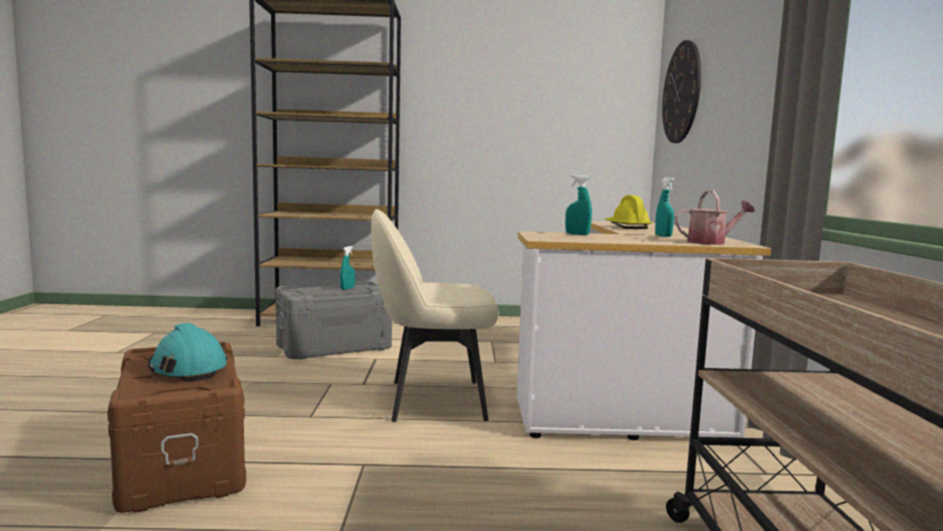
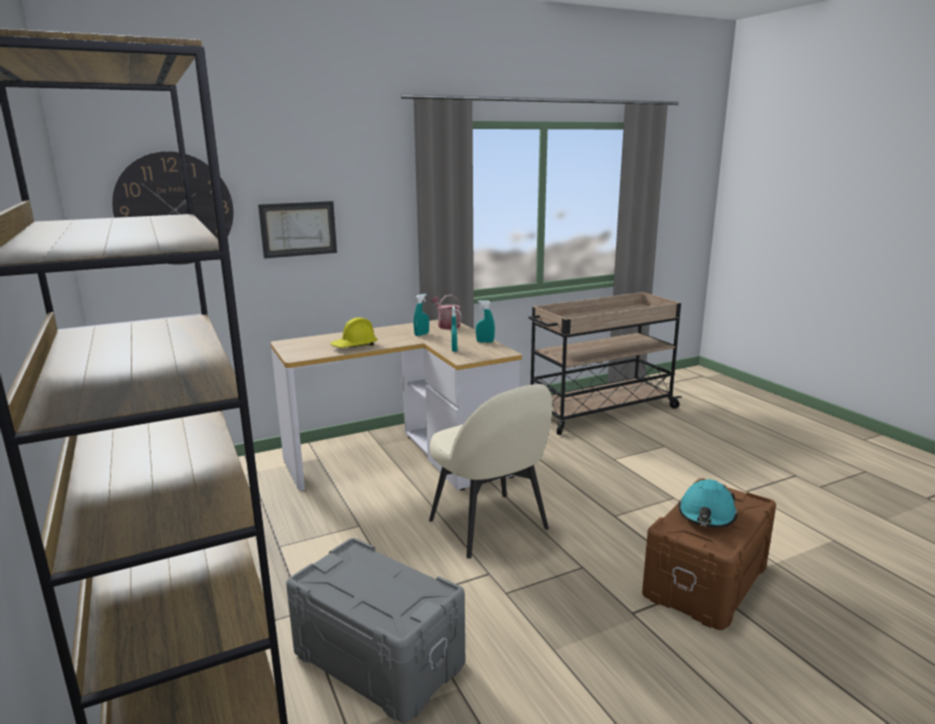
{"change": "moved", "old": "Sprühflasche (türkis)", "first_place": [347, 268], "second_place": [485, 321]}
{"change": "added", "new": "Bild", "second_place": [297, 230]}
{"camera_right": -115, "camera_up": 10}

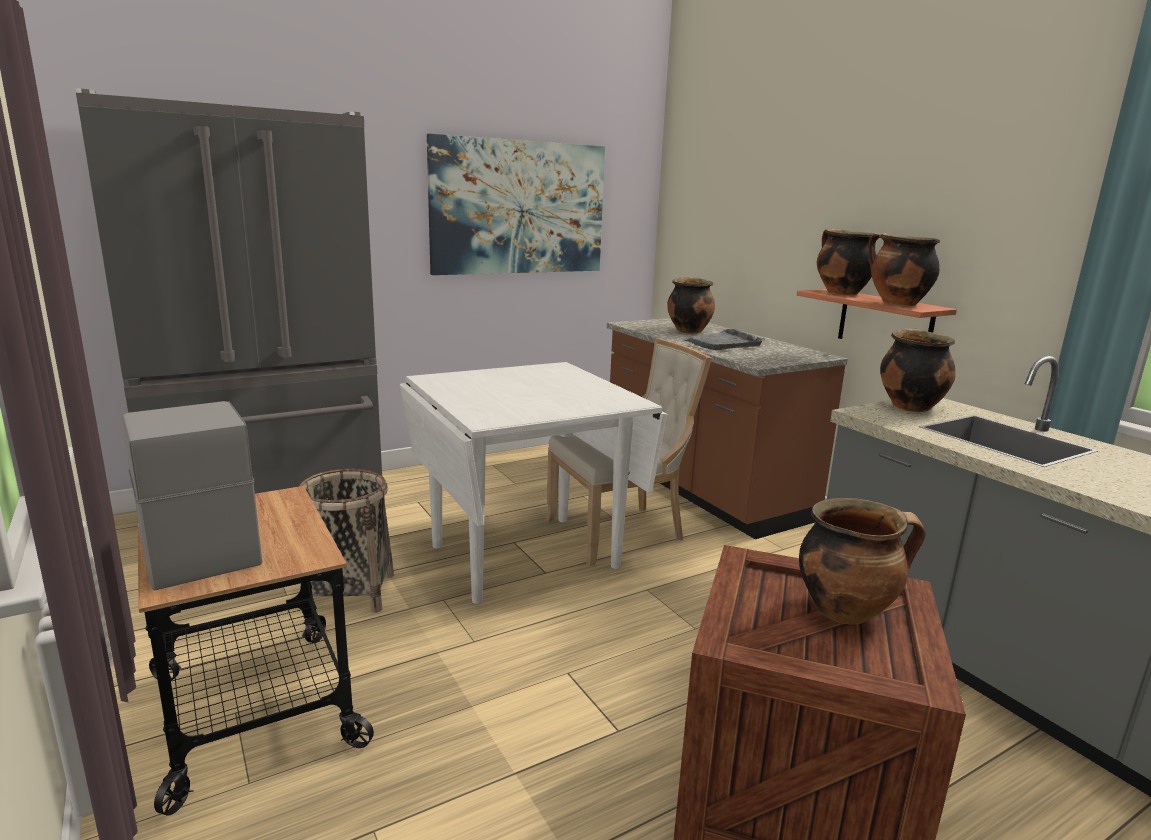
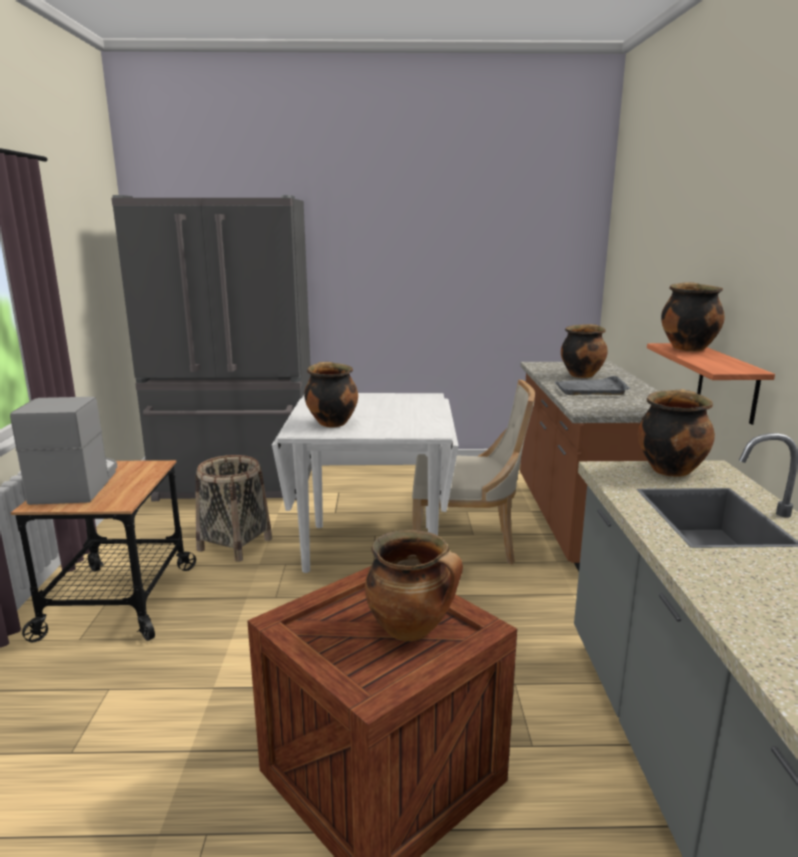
{"change": "removed", "old": "Bild", "first_place": [516, 204]}
{"change": "moved", "old": "Kochtopf", "first_place": [904, 269], "second_place": [331, 394]}
{"camera_right": 30, "camera_up": 0}

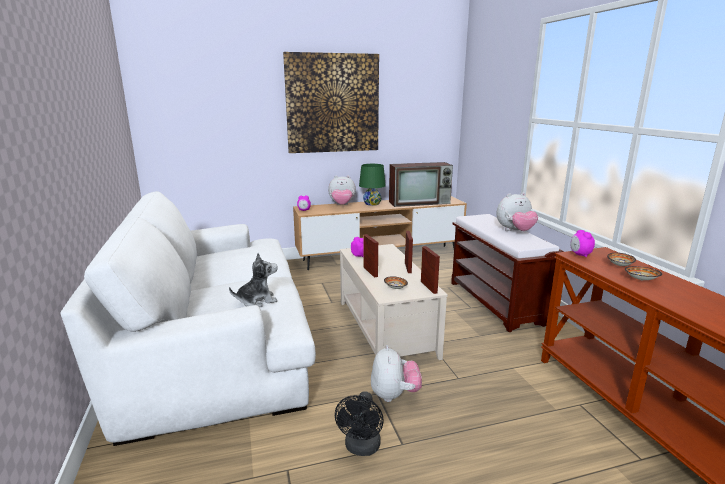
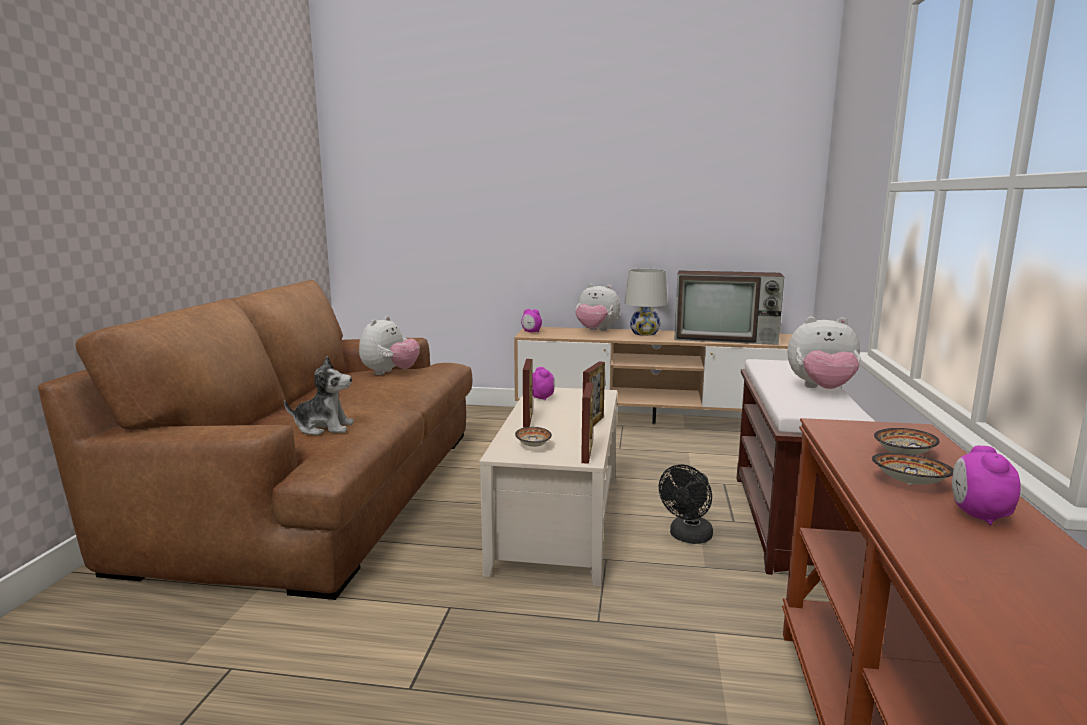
{"change": "removed", "old": "Bild", "first_place": [331, 102]}
{"change": "recoloured", "old": "Tischlampe (grün)", "new": "Tischlampe (weiß)", "first_place": [372, 185], "second_place": [646, 302]}
{"change": "recoloured", "old": "Sofa (weiß)", "new": "Sofa (braun)", "first_place": [188, 318], "second_place": [255, 440]}
{"change": "moved", "old": "Wecker", "first_place": [582, 243], "second_place": [986, 485]}
{"change": "moved", "old": "Plüschtier", "first_place": [396, 373], "second_place": [389, 345]}
{"change": "moved", "old": "Ventilator (schwarz)", "first_place": [359, 423], "second_place": [686, 504]}
{"camera_right": 25, "camera_up": -5}

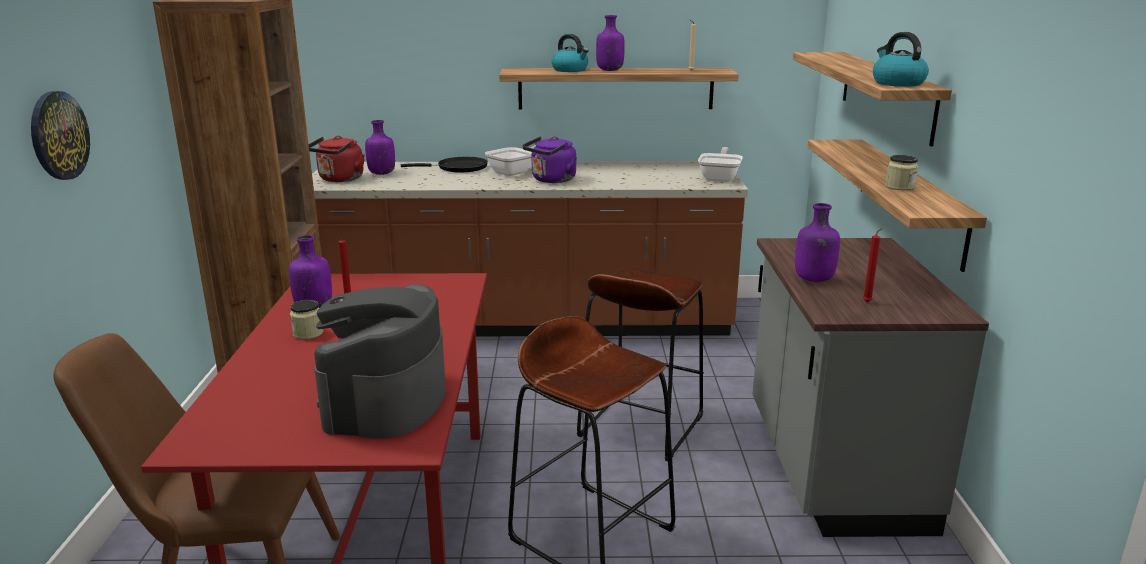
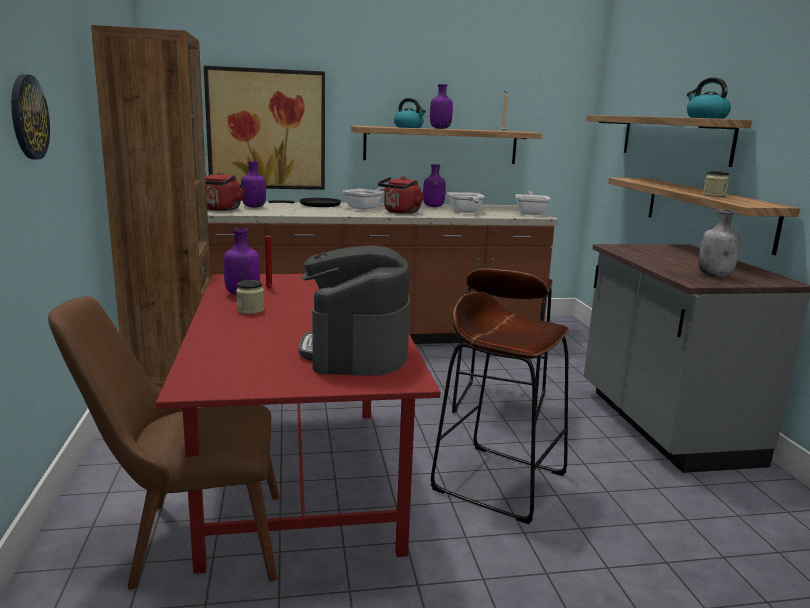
{"change": "recoloured", "old": "Wasserkessel (lila)", "new": "Wasserkessel (rot)", "first_place": [549, 159], "second_place": [401, 195]}
{"change": "moved", "old": "Flasche (lila)", "first_place": [817, 242], "second_place": [434, 185]}
{"change": "replaced", "old": "Kerze (rot)", "new": "Flasche (grau)", "first_place": [873, 265], "second_place": [719, 243]}
{"change": "added", "new": "Bild", "second_place": [264, 128]}
{"change": "added", "new": "Pfanne", "second_place": [466, 202]}
{"camera_right": -10, "camera_up": -5}

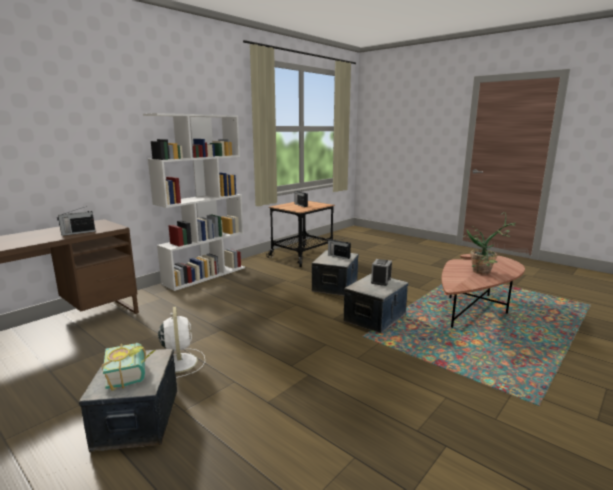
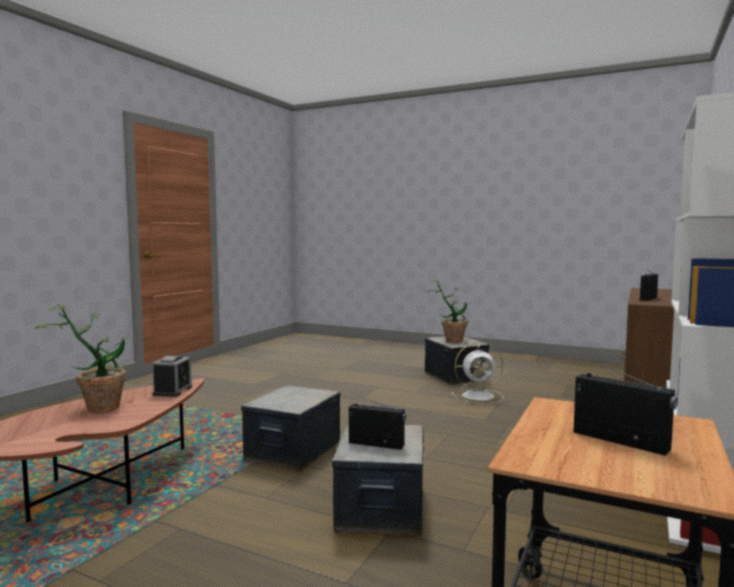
{"change": "moved", "old": "Wecker", "first_place": [381, 272], "second_place": [172, 376]}
{"change": "turned", "old": "Ventilator (weiß)", "first_place": [181, 342], "second_place": [477, 372], "degrees": -60}
{"change": "replaced", "old": "Buch", "new": "Topfpflanze", "first_place": [128, 367], "second_place": [449, 311]}
{"camera_right": 165, "camera_up": -10}

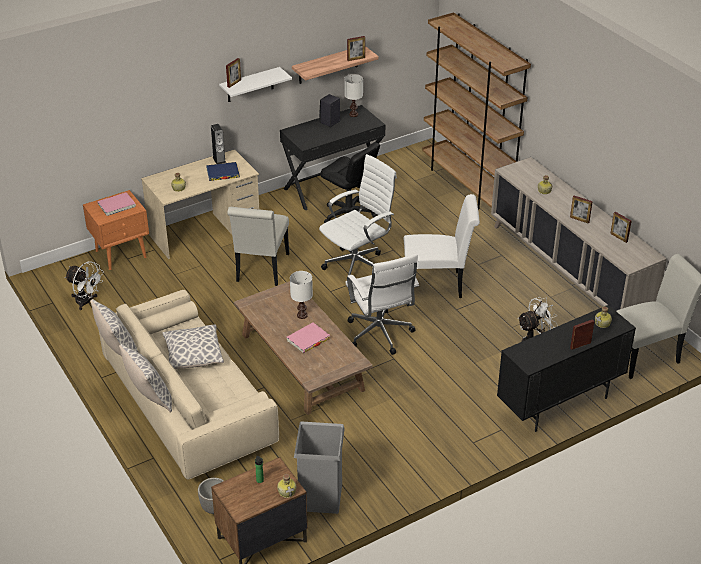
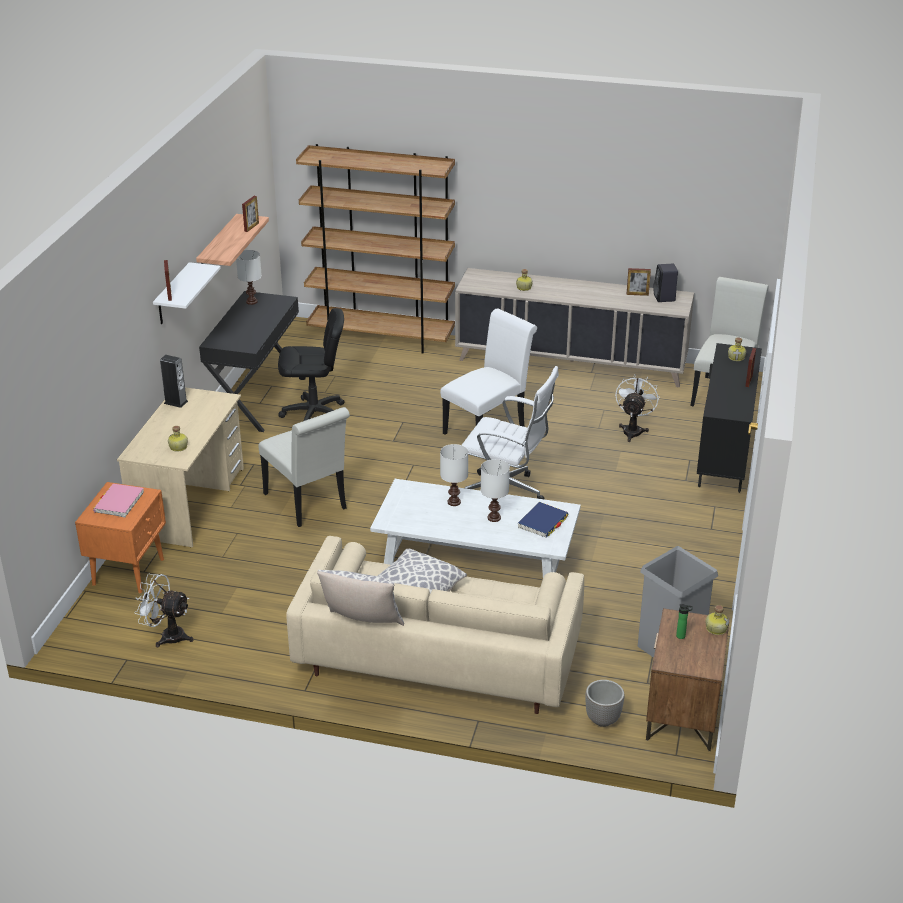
{"change": "moved", "old": "Lautsprecher (schwarz)", "first_place": [329, 110], "second_place": [665, 283]}
{"change": "removed", "old": "Bürostuhl (weiß)", "first_place": [358, 214]}
{"change": "moved", "old": "Buch (blau)", "first_place": [223, 171], "second_place": [543, 520]}
{"change": "removed", "old": "Bilderrahmen", "first_place": [581, 209]}
{"change": "turned", "old": "Ventilator (weiß)", "first_place": [84, 285], "second_place": [163, 610], "degrees": -150}
{"change": "recoloured", "old": "Couchtisch (braun)", "new": "Couchtisch (weiß)", "first_place": [303, 348], "second_place": [475, 528]}
{"change": "replaced", "old": "Buch (rosa)", "new": "Tischlampe (weiß)", "first_place": [308, 337], "second_place": [495, 490]}
{"change": "removed", "old": "Kissen", "first_place": [145, 378]}
{"camera_right": -45, "camera_up": -5}

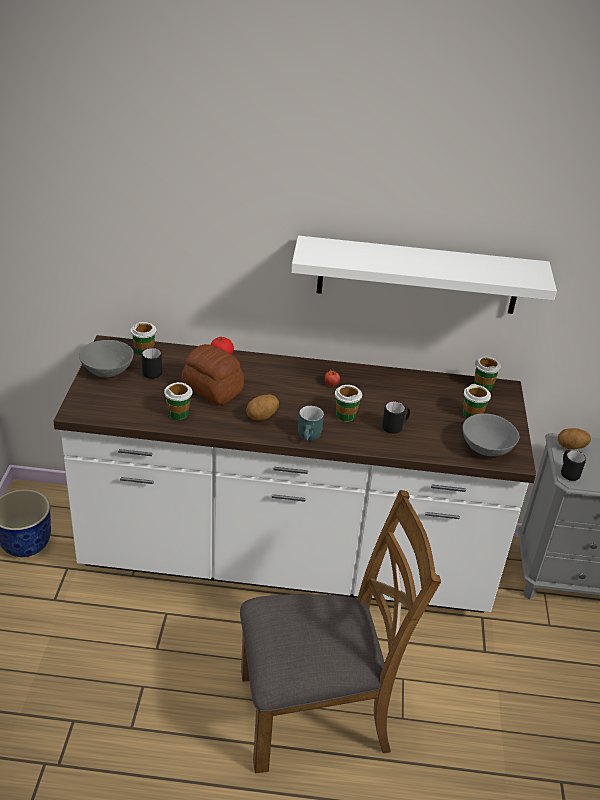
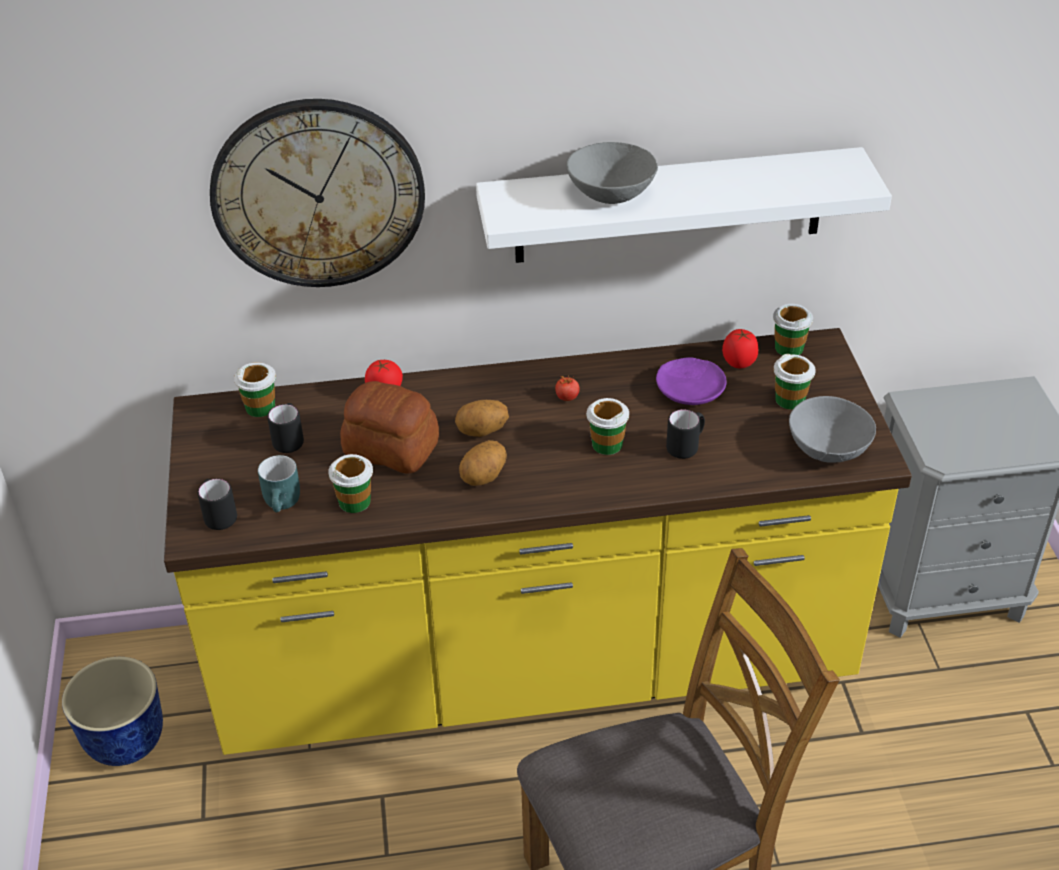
{"change": "recoloured", "old": "Küchenzeile (weiß)", "new": "Küchenzeile (gelb)", "first_place": [294, 474], "second_place": [538, 541]}
{"change": "moved", "old": "Schüssel (grau)", "first_place": [106, 358], "second_place": [612, 173]}
{"change": "moved", "old": "Henkelbecher (türkis)", "first_place": [311, 423], "second_place": [279, 483]}
{"change": "moved", "old": "Kartoffel", "first_place": [574, 439], "second_place": [482, 418]}
{"change": "moved", "old": "Henkelbecher (schwarz)", "first_place": [573, 465], "second_place": [217, 504]}
{"change": "added", "new": "Wanduhr", "second_place": [317, 193]}
{"change": "added", "new": "Tomate", "second_place": [740, 348]}
{"change": "added", "new": "Teller (lila)", "second_place": [691, 381]}
{"camera_right": -10, "camera_up": 5}

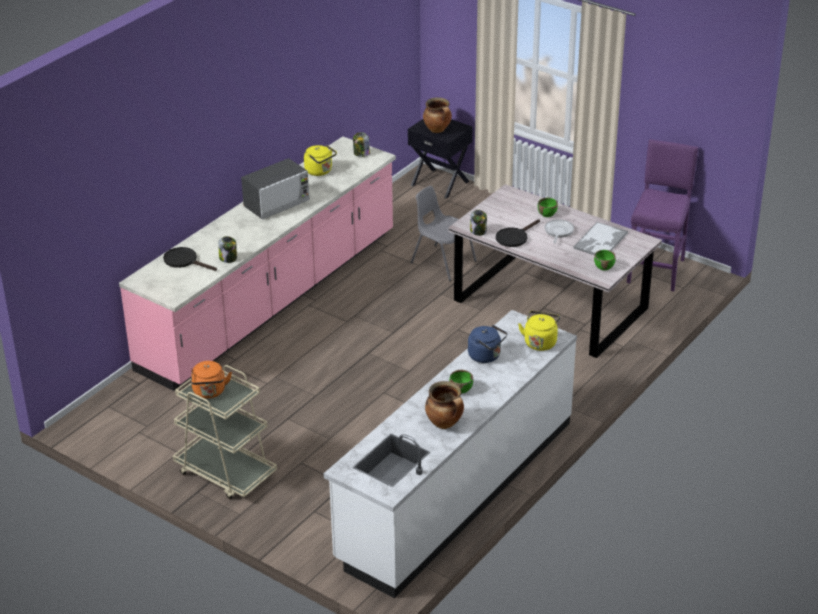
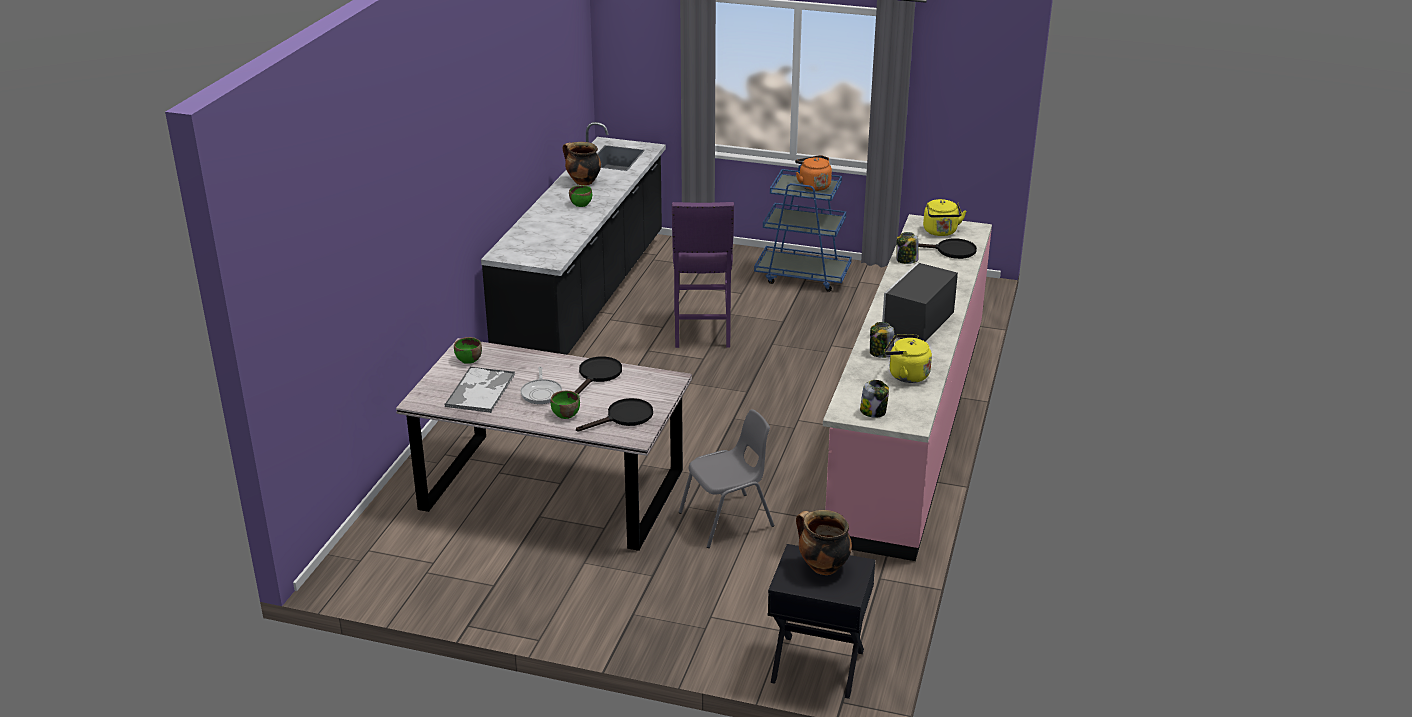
{"change": "moved", "old": "Hocker (lila)", "first_place": [662, 215], "second_place": [703, 275]}
{"change": "turned", "old": "Stuhl (grau)", "first_place": [443, 233], "second_place": [726, 478], "degrees": -45}
{"change": "moved", "old": "Vorratsglas", "first_place": [478, 223], "second_place": [882, 340]}
{"change": "recoloured", "old": "Küchenzeile (weiß)", "new": "Küchenzeile (schwarz)", "first_place": [450, 454], "second_place": [573, 238]}
{"change": "moved", "old": "Wasserkessel (gelb)", "first_place": [539, 331], "second_place": [944, 217]}
{"change": "removed", "old": "Wasserkessel (blau)", "first_place": [487, 344]}
{"change": "recoloured", "old": "Rollwagen (beige)", "new": "Rollwagen (blau)", "first_place": [225, 432], "second_place": [803, 228]}
{"change": "added", "new": "Pfanne (schwarz)", "second_place": [614, 414]}
{"camera_right": 160, "camera_up": -5}

